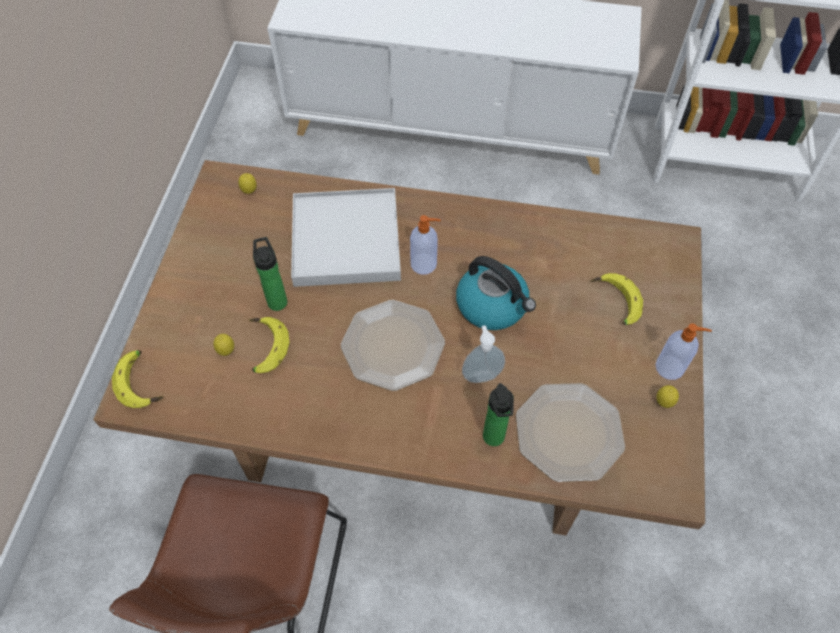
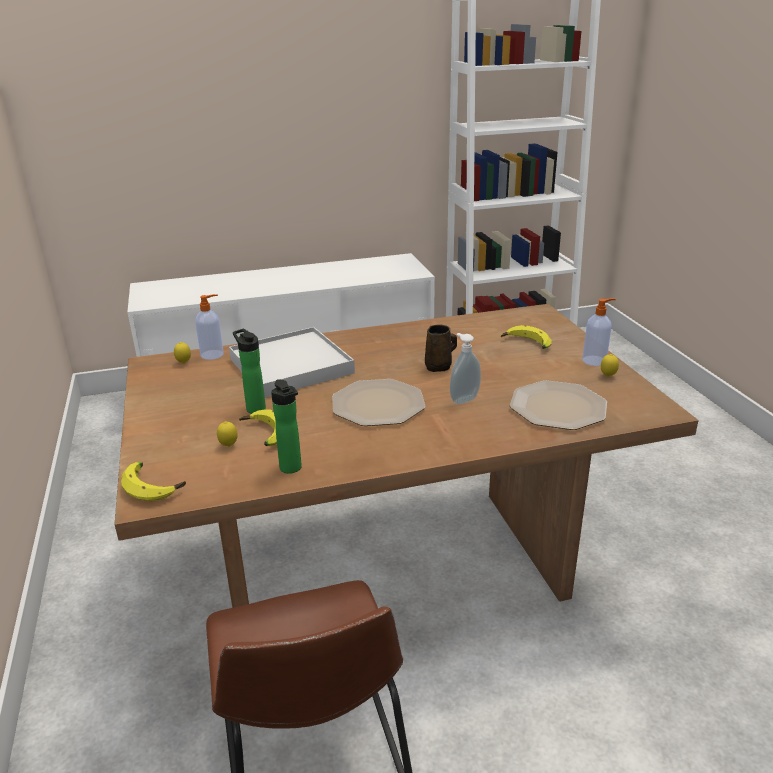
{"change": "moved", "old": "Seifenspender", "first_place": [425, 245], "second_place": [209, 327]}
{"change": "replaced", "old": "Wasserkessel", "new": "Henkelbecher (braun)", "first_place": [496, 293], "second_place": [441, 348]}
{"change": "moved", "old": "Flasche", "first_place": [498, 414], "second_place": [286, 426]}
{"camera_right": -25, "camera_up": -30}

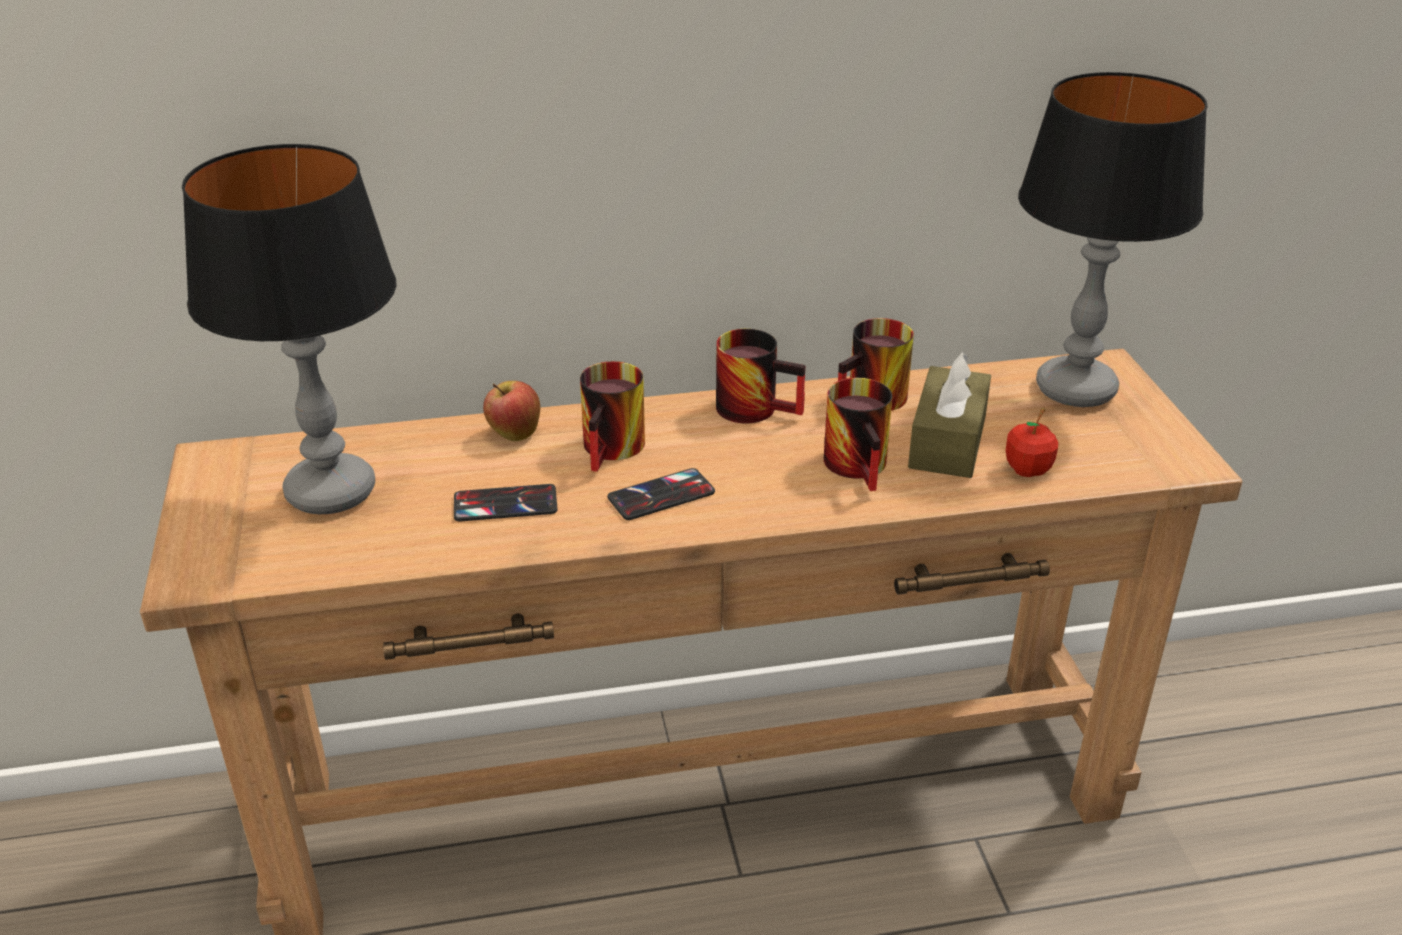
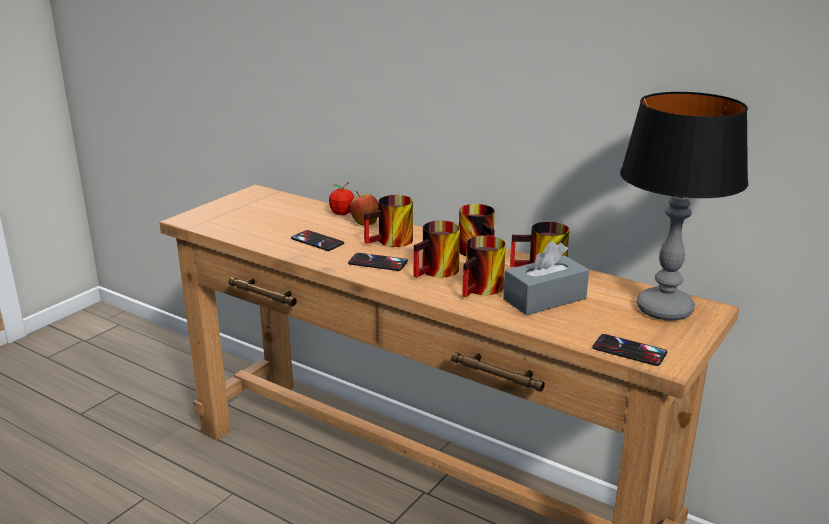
{"change": "removed", "old": "Tischlampe", "first_place": [289, 329]}
{"change": "recoloured", "old": "Taschentuchbox (braun)", "new": "Taschentuchbox (grau)", "first_place": [949, 415], "second_place": [546, 278]}
{"change": "moved", "old": "Apfel", "first_place": [1032, 442], "second_place": [341, 198]}
{"change": "added", "new": "Henkelbecher", "second_place": [437, 249]}
{"change": "added", "new": "Handy", "second_place": [629, 350]}
{"camera_right": 45, "camera_up": -10}

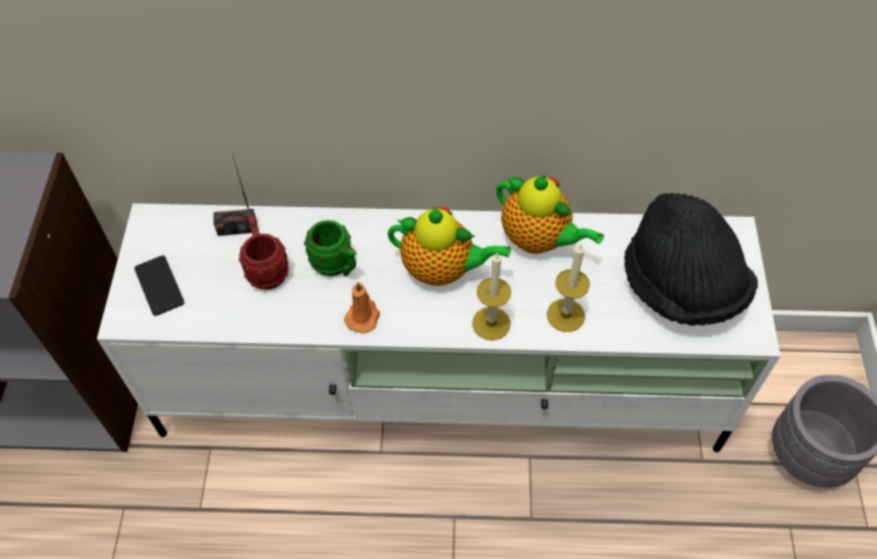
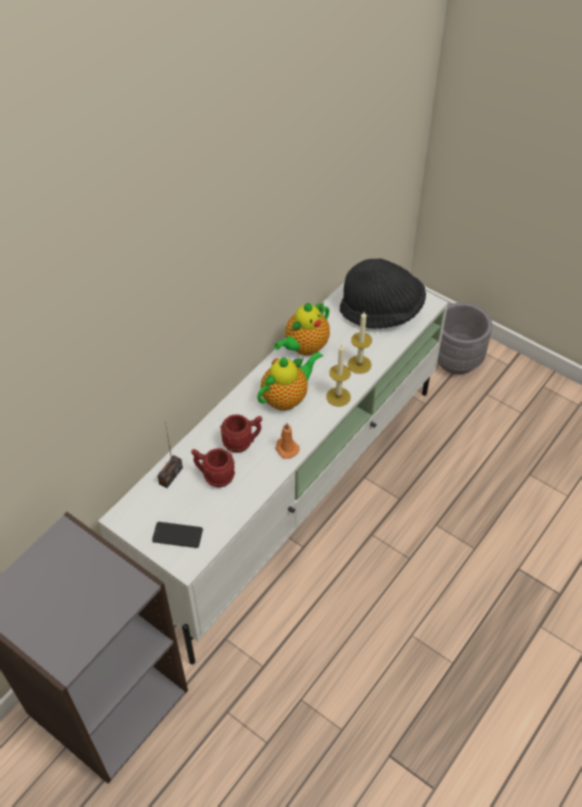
{"change": "turned", "old": "Teekanne", "first_place": [550, 214], "second_place": [302, 329], "degrees": 150}
{"change": "recoloured", "old": "Henkelbecher (grün)", "new": "Henkelbecher (rot)", "first_place": [330, 248], "second_place": [241, 433]}
{"camera_right": -55, "camera_up": -5}

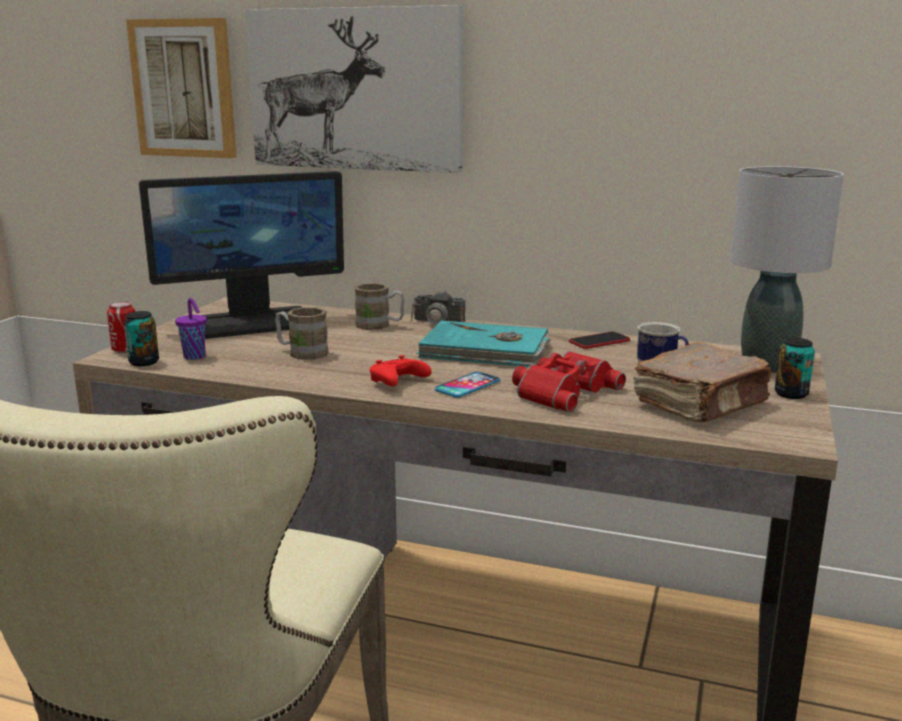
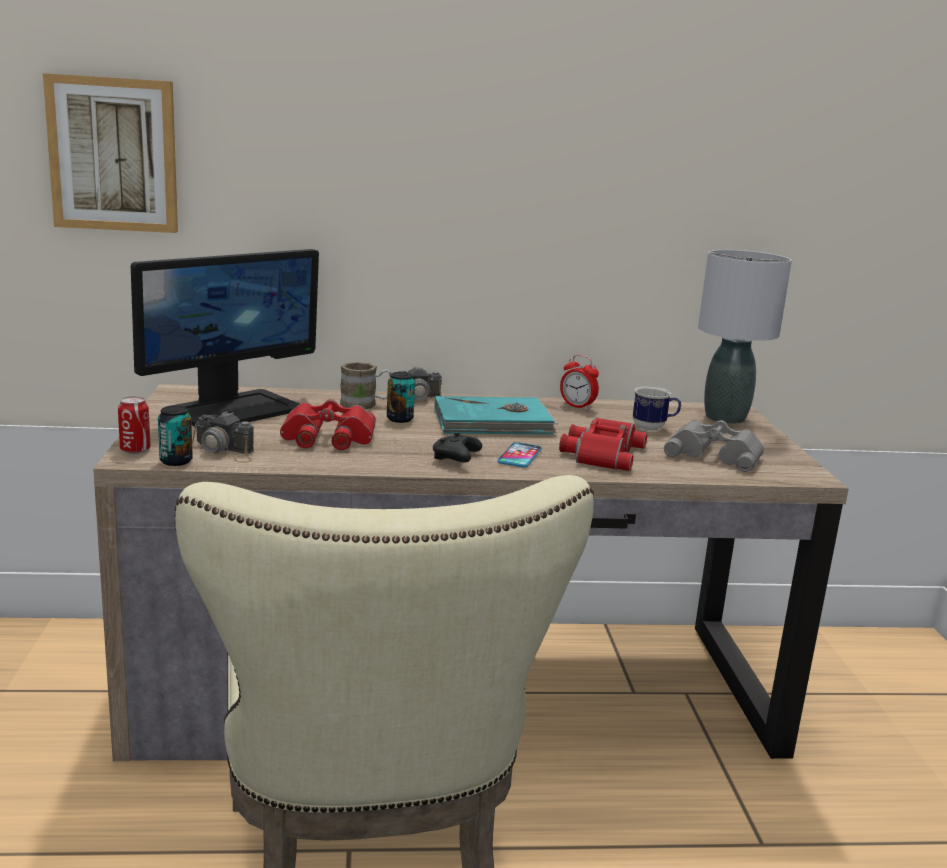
{"change": "removed", "old": "Bild", "first_place": [354, 89]}
{"change": "replaced", "old": "Tasse (lila)", "new": "Kamera", "first_place": [191, 329], "second_place": [223, 437]}
{"change": "replaced", "old": "Henkelbecher (braun)", "new": "Fernglas (rot)", "first_place": [302, 333], "second_place": [328, 424]}
{"change": "replaced", "old": "Handy", "new": "Wecker", "first_place": [599, 340], "second_place": [579, 382]}
{"change": "moved", "old": "Dose", "first_place": [795, 368], "second_place": [401, 397]}
{"change": "replaced", "old": "Buch (braun)", "new": "Fernglas (grau)", "first_place": [702, 382], "second_place": [714, 446]}
{"change": "recoloured", "old": "Gamepad (rot)", "new": "Gamepad (schwarz)", "first_place": [401, 370], "second_place": [457, 447]}
{"camera_right": -25, "camera_up": 0}

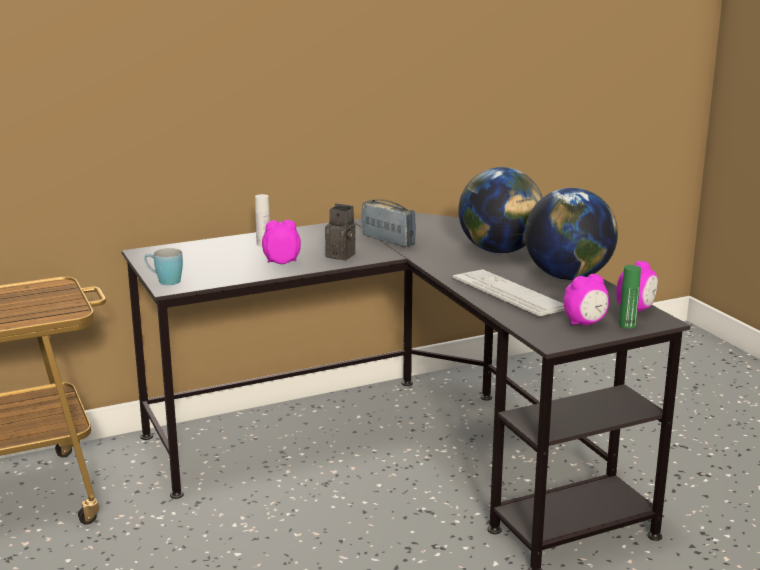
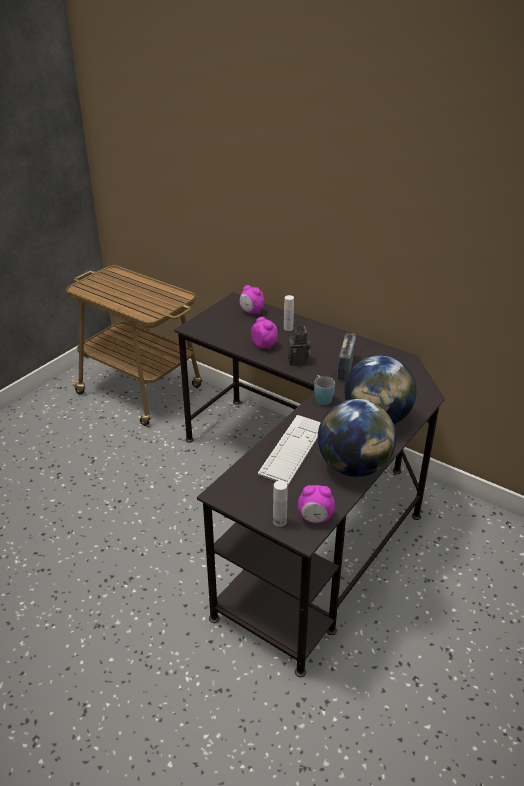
{"change": "moved", "old": "Henkelbecher (blau)", "first_place": [163, 266], "second_place": [324, 390]}
{"change": "recoloured", "old": "Flasche (grün)", "new": "Flasche (weiß)", "first_place": [630, 297], "second_place": [280, 503]}
{"change": "moved", "old": "Wecker", "first_place": [586, 299], "second_place": [252, 299]}
{"camera_right": 60, "camera_up": 15}

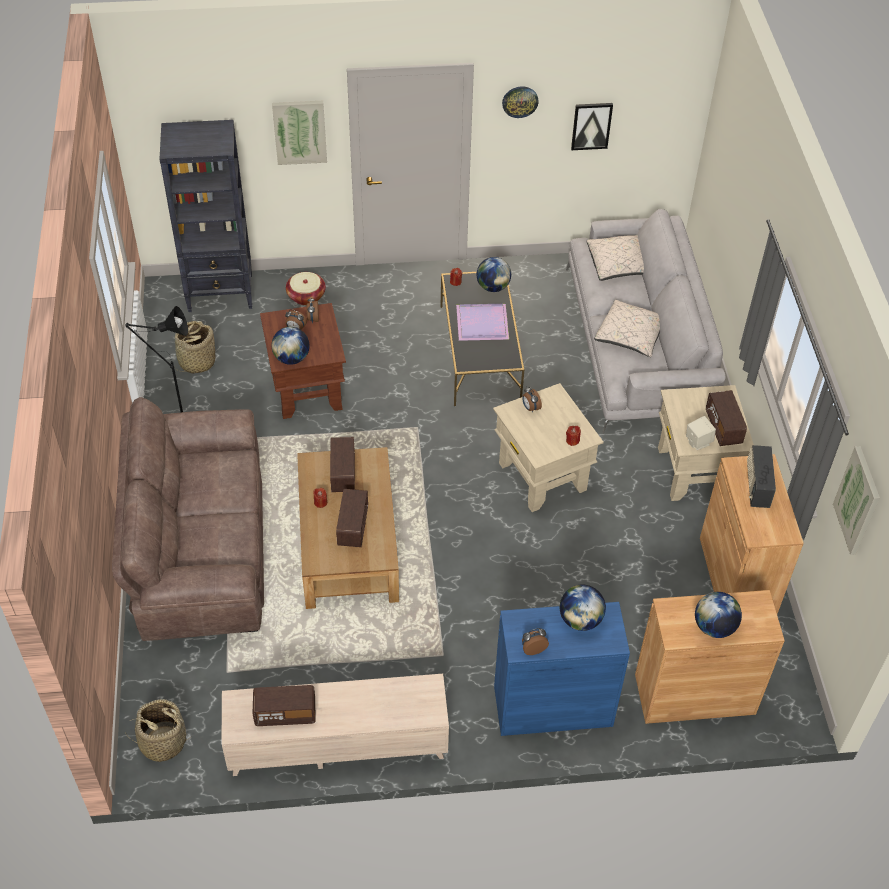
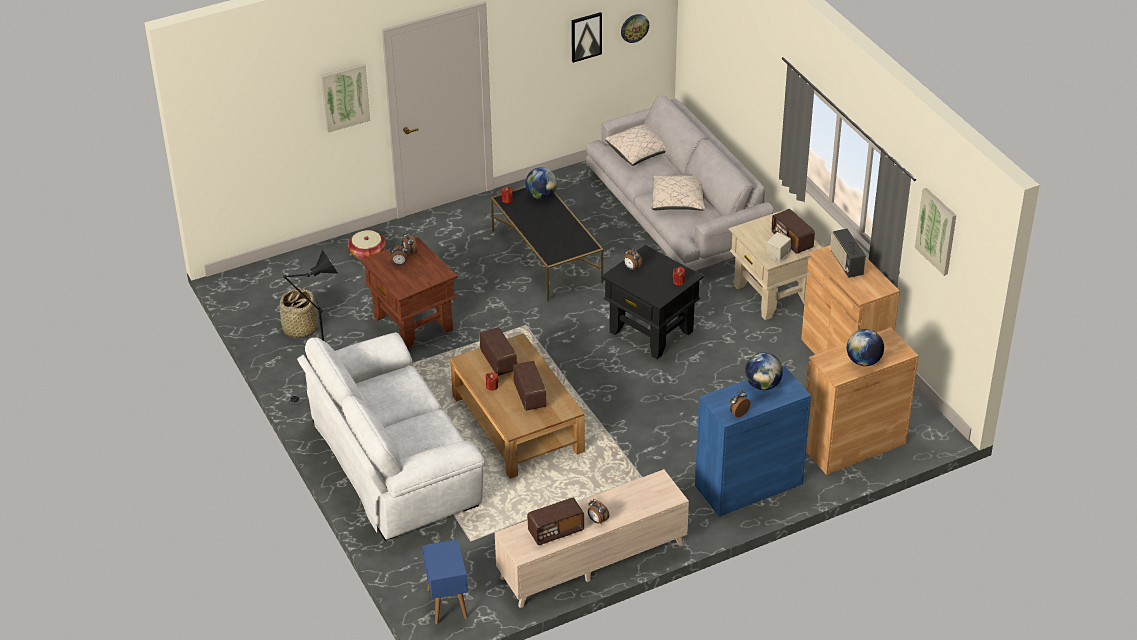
{"change": "moved", "old": "Wanduhr", "first_place": [520, 102], "second_place": [635, 28]}
{"change": "removed", "old": "Bücherregal (schwarz)", "first_place": [206, 216]}
{"change": "removed", "old": "Tablett (lila)", "first_place": [482, 322]}
{"change": "removed", "old": "Globus", "first_place": [290, 346]}
{"change": "recoloured", "old": "Beistelltisch (beige)", "new": "Beistelltisch (schwarz)", "first_place": [548, 447], "second_place": [652, 302]}
{"change": "recoloured", "old": "Sofa (braun)", "new": "Sofa (weiß)", "first_place": [188, 519], "second_place": [391, 436]}
{"change": "replaced", "old": "Korb", "new": "Beistelltisch (blau)", "first_place": [158, 730], "second_place": [445, 581]}
{"change": "added", "new": "Wecker", "second_place": [598, 511]}
{"camera_right": -20, "camera_up": -10}

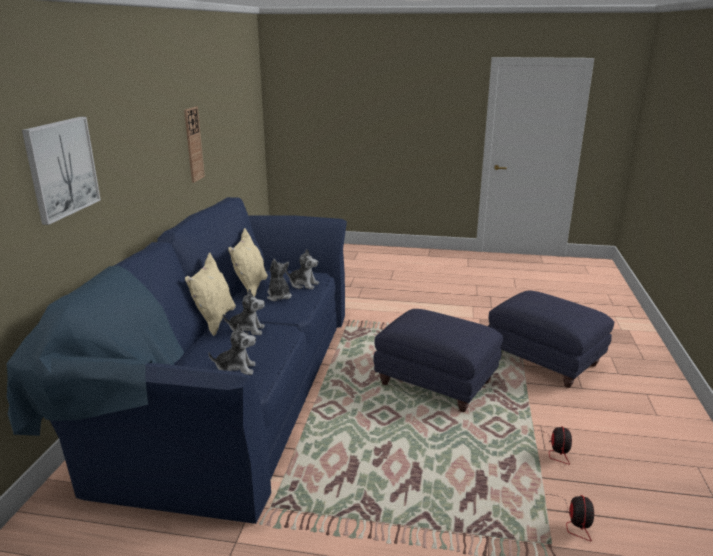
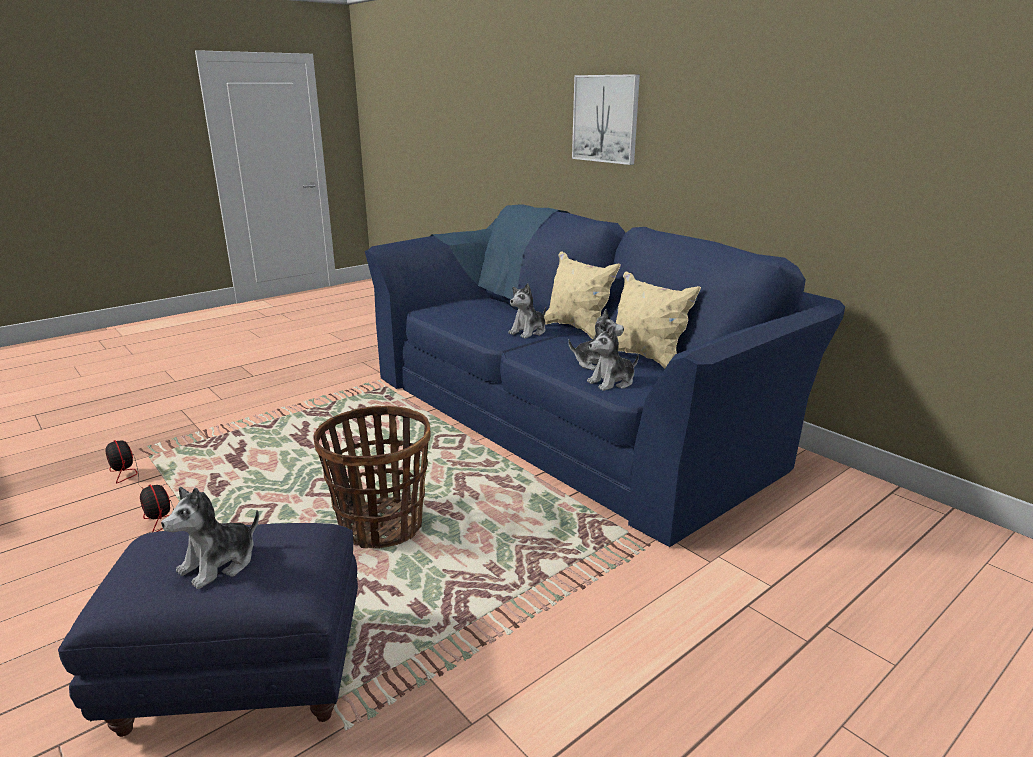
{"change": "removed", "old": "Wanduhr", "first_place": [194, 144]}
{"change": "replaced", "old": "Polsterhocker (blau)", "new": "Korb", "first_place": [438, 360], "second_place": [372, 477]}
{"change": "moved", "old": "Plüschtier", "first_place": [232, 349], "second_place": [210, 538]}
{"camera_right": 130, "camera_up": 0}

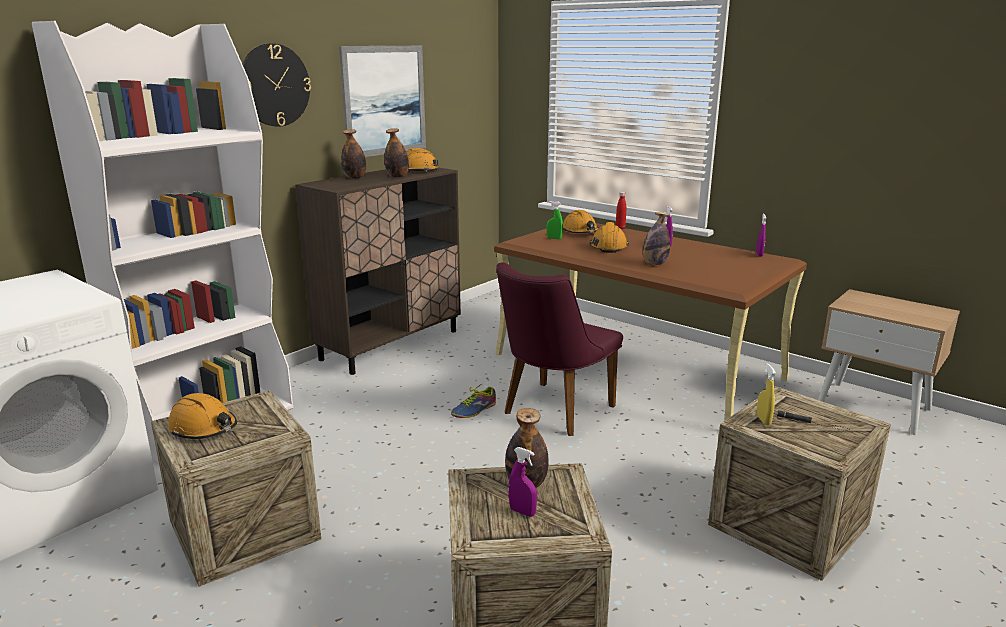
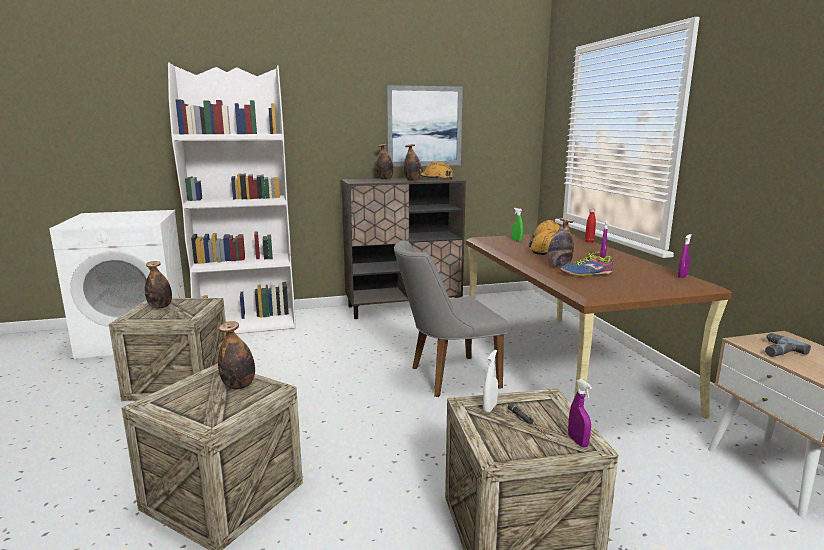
{"change": "removed", "old": "Wanduhr", "first_place": [276, 85]}
{"change": "recoloured", "old": "Stuhl (lila)", "new": "Stuhl (grau)", "first_place": [559, 349], "second_place": [451, 318]}
{"change": "recoloured", "old": "Sprühflasche (gelb)", "new": "Sprühflasche (weiß)", "first_place": [766, 394], "second_place": [490, 381]}
{"change": "moved", "old": "Schuh", "first_place": [473, 400], "second_place": [586, 264]}
{"change": "replaced", "old": "Schutzhelm (orange)", "new": "Flasche", "first_place": [202, 416], "second_place": [158, 284]}
{"change": "moved", "old": "Sprühflasche (lila)", "first_place": [522, 482], "second_place": [580, 413]}
{"change": "added", "new": "Bohrmaschine", "second_place": [788, 345]}
{"camera_right": 35, "camera_up": -5}

